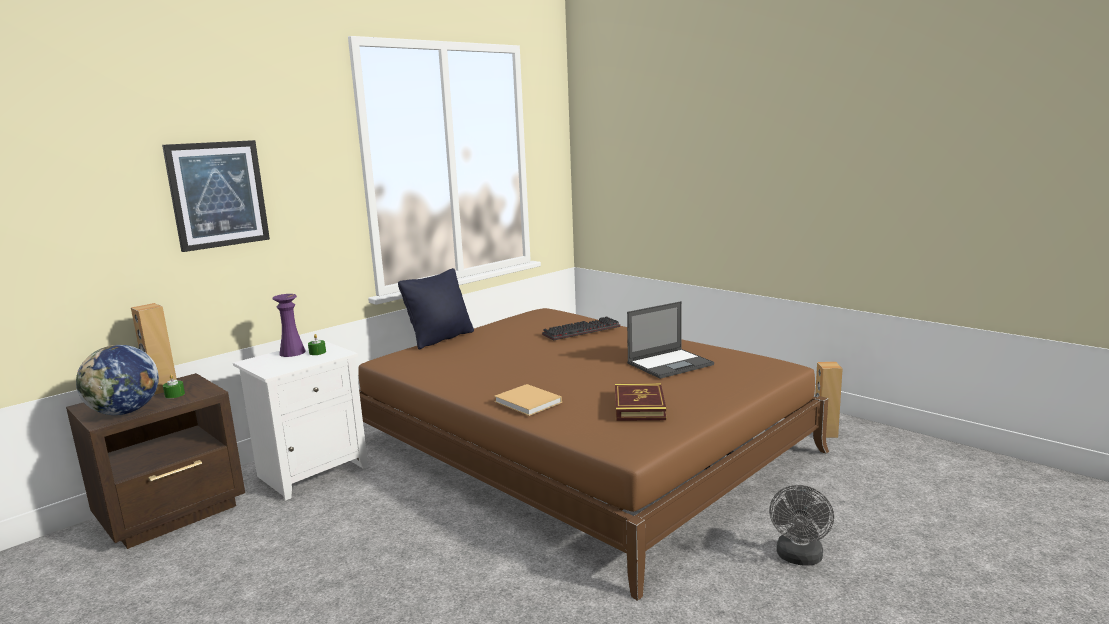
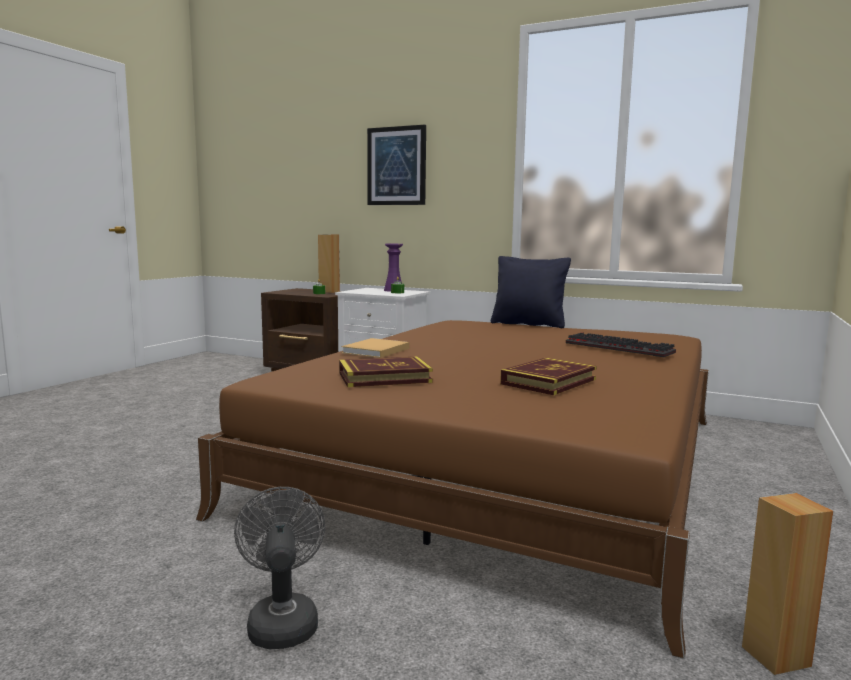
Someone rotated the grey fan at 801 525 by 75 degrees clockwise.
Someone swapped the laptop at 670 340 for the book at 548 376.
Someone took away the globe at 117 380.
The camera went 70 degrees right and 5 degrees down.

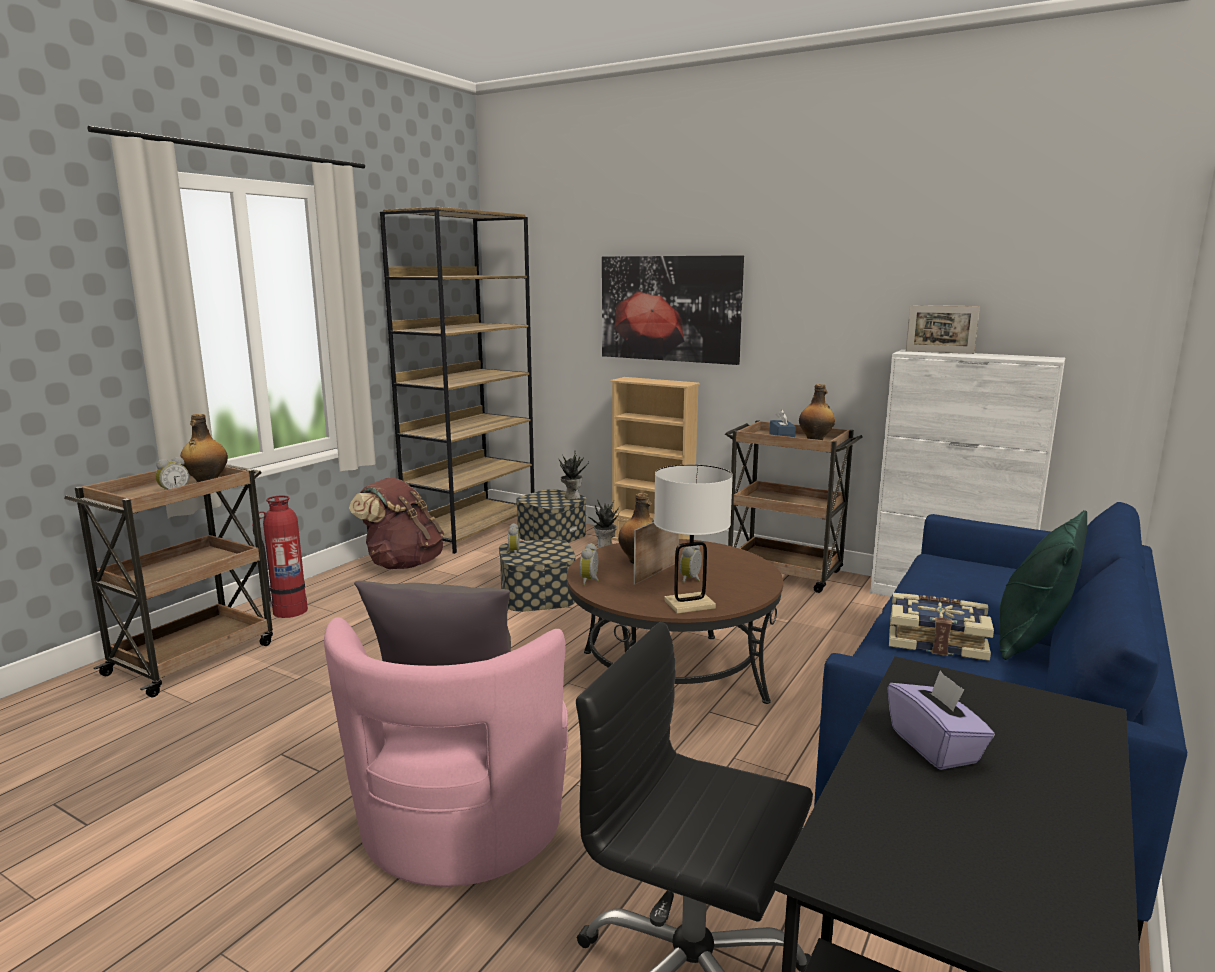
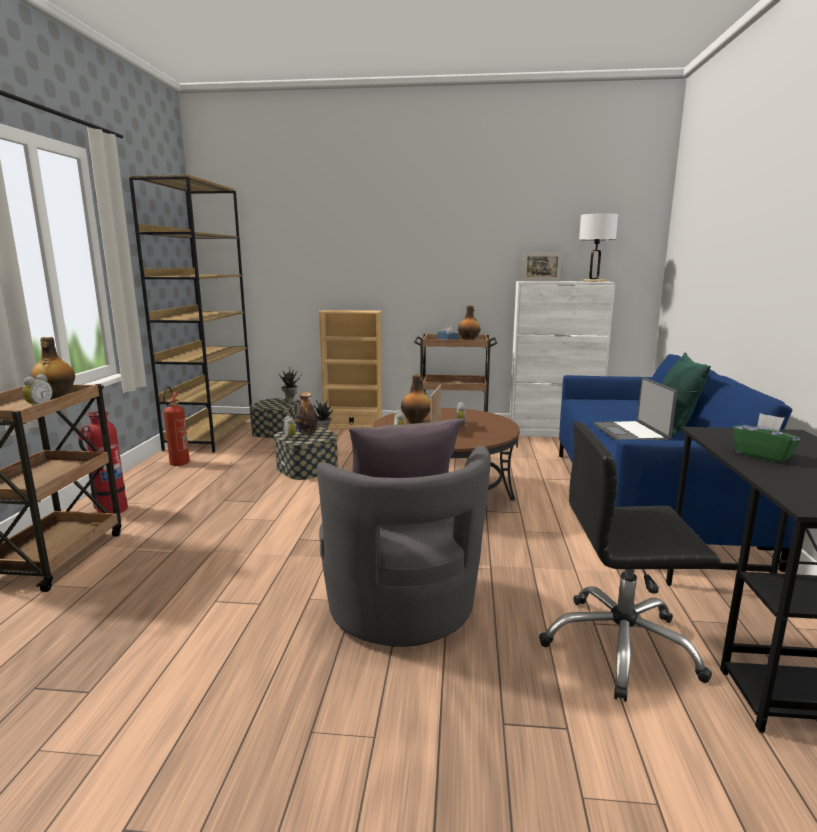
Someone swapped the brown backpack at 396 523 for the fire extinguisher at 176 426.
Someone put down the bottle at 306 413.
Someone repainted the pink armchair at 446 752, which became the grey armchair at 404 546.
Someone carried the white table lamp from 693 539 to 598 247.
Someone swapped the book at 941 627 for the laptop at 635 409.
Someone repainted the purple tissue box at 941 720, which became the green tissue box at 767 438.
Someone took away the picture at 673 310.
The camera went 25 degrees left and 0 degrees up.

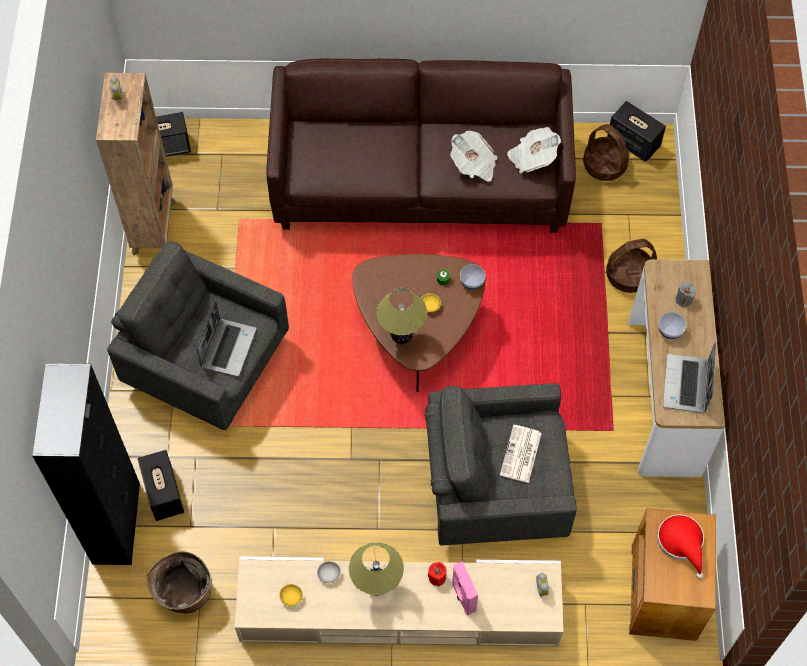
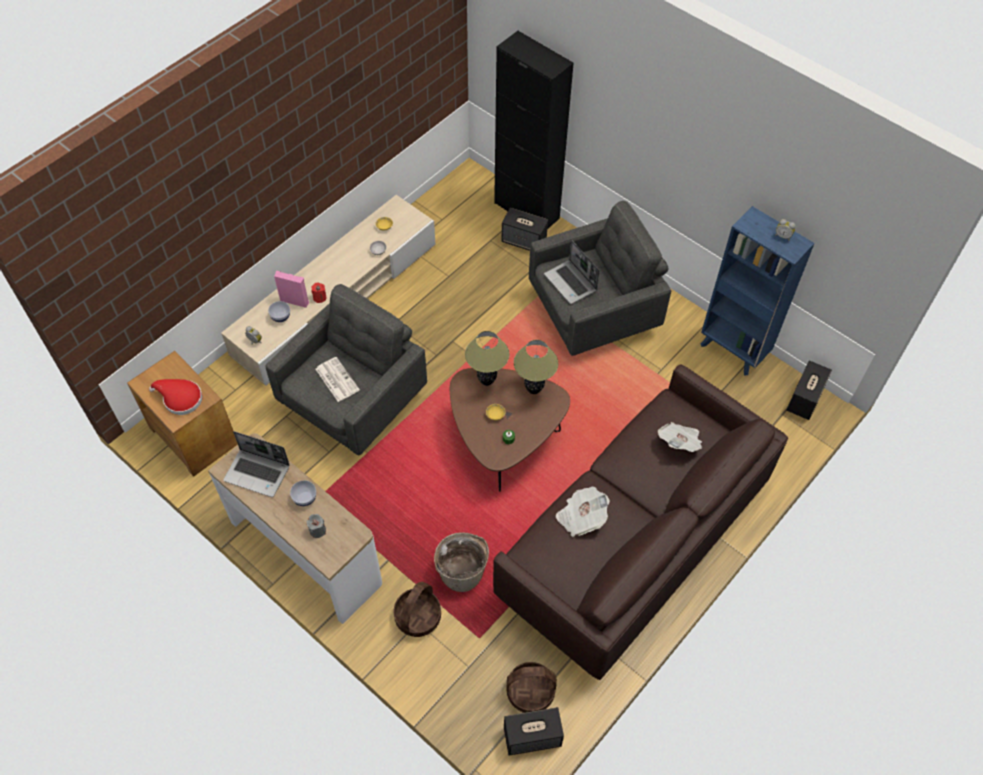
Someone rotated the laptop at 689 377 by 150 degrees clockwise.
Someone carried the bowl from 472 277 to 279 311.
Someone carried the basket from 179 582 to 461 562.
Someone carried the table lamp from 376 568 to 536 367.
Someone carried the newspaper from 534 150 to 680 437.
Someone repainted the brown bookcase at 136 164, which became the blue bookcase at 758 290.
The camera went 130 degrees right and 5 degrees down.

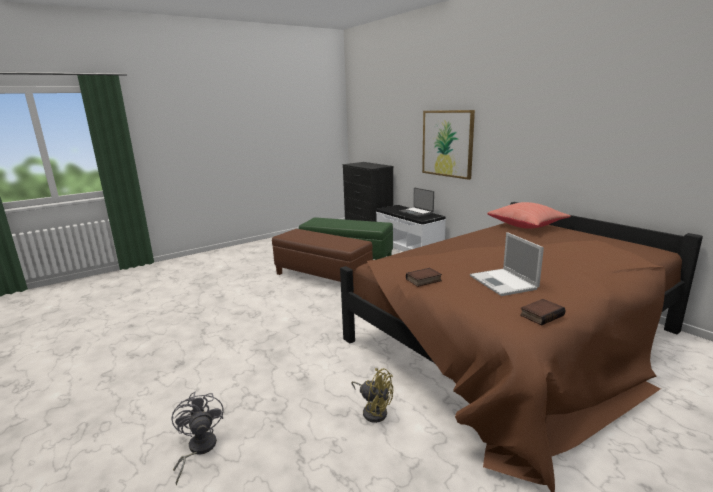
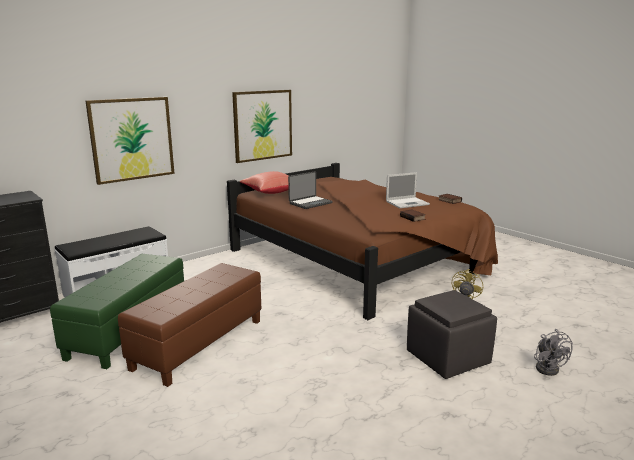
Someone put up the picture at 262 126.
Someone carried the laptop from 416 202 to 310 190.
Someone put down the grey ottoman at 452 334.
Someone rotated the grey fan at 197 438 by 75 degrees counterclockwise.
The camera went 95 degrees left and 0 degrees up.

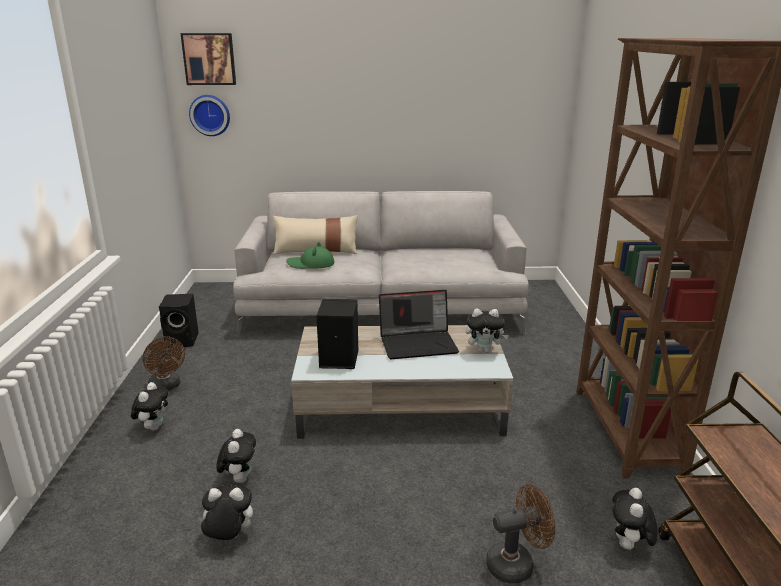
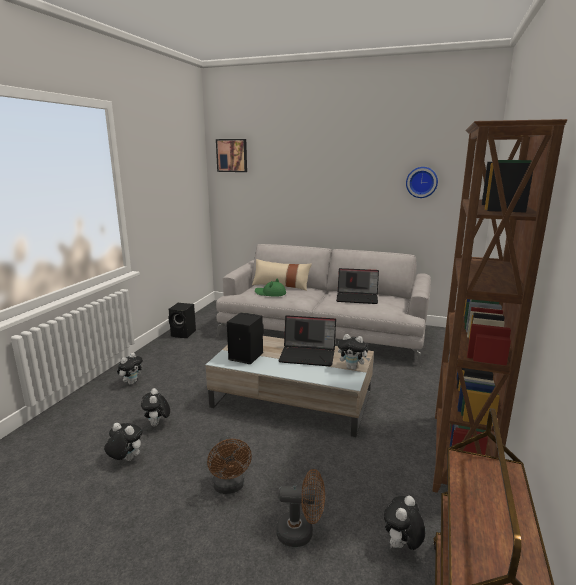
Someone rotated the plush toy at 236 456 by 150 degrees clockwise.
Someone carried the brown fan from 164 364 to 229 465.
Someone put down the laptop at 357 286.
Someone carried the wall clock from 209 115 to 422 182.
The camera went 20 degrees right and 5 degrees down.

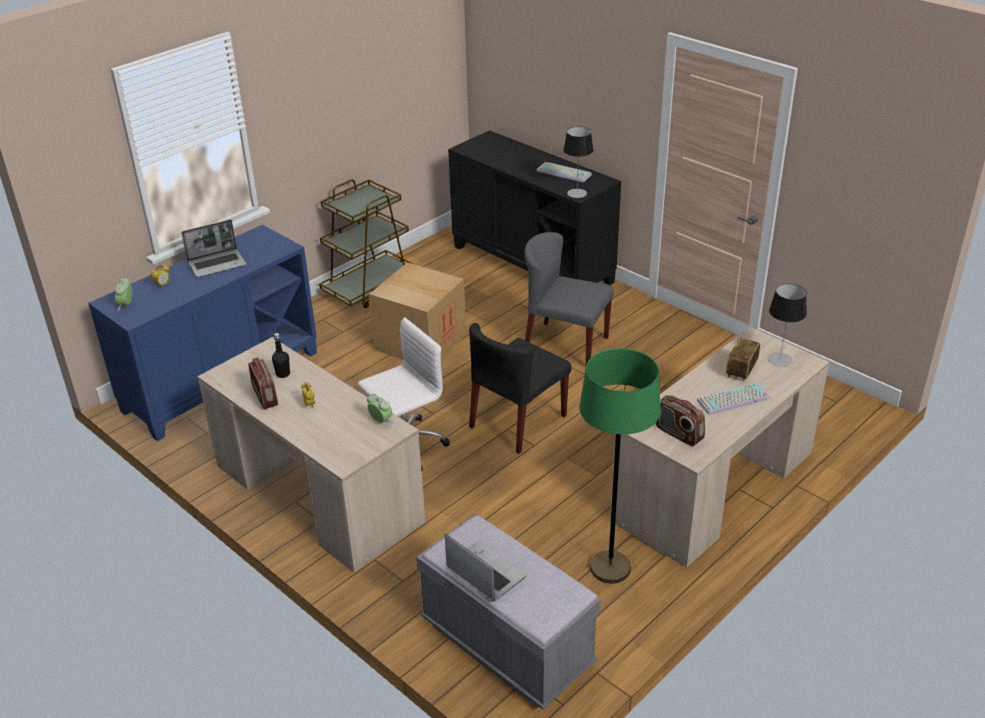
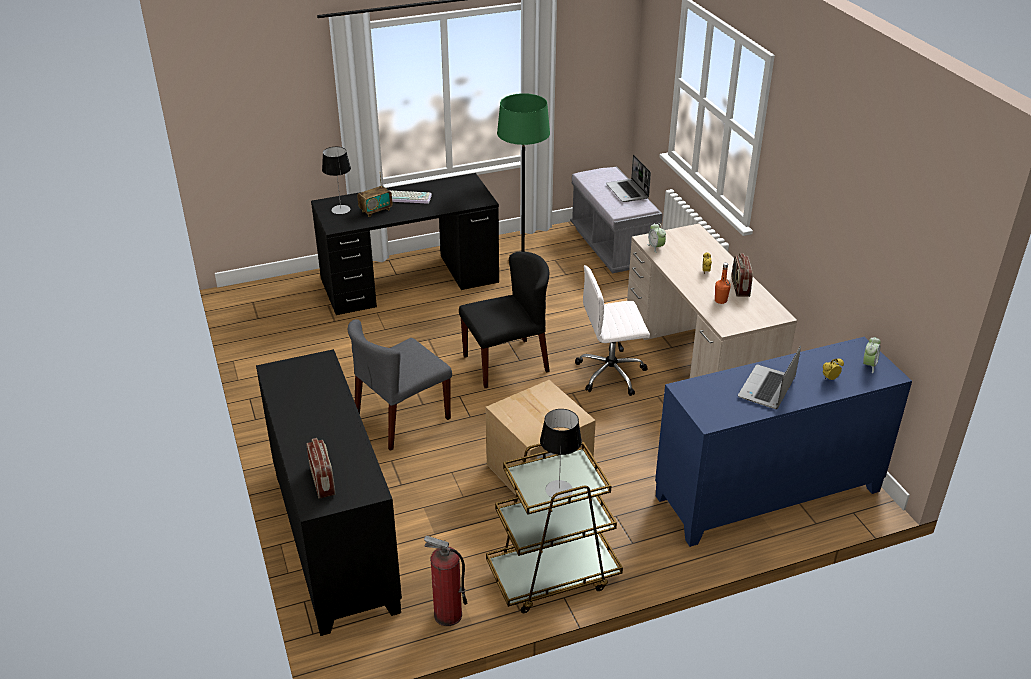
Someone carried the radio from 680 420 to 321 468.
Someone repainted the beige desk at 719 447, which became the black desk at 405 244.
Someone rotated the grey chair at 569 298 by 90 degrees clockwise.
Someone put down the fire extinguisher at 445 580.
Someone carried the table lamp from 578 162 to 561 454.
Someone repainted the black bottle at 281 355, which became the orange bottle at 723 283.
Someone rotated the laptop at 214 248 by 60 degrees counterclockwise.
Someone took away the keyboard at 564 172.
The camera went 155 degrees left and 0 degrees up.

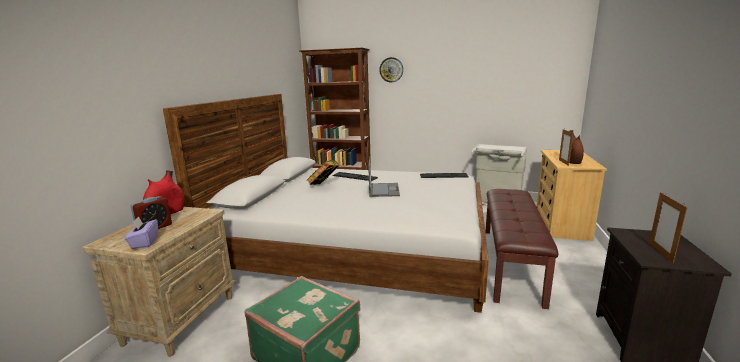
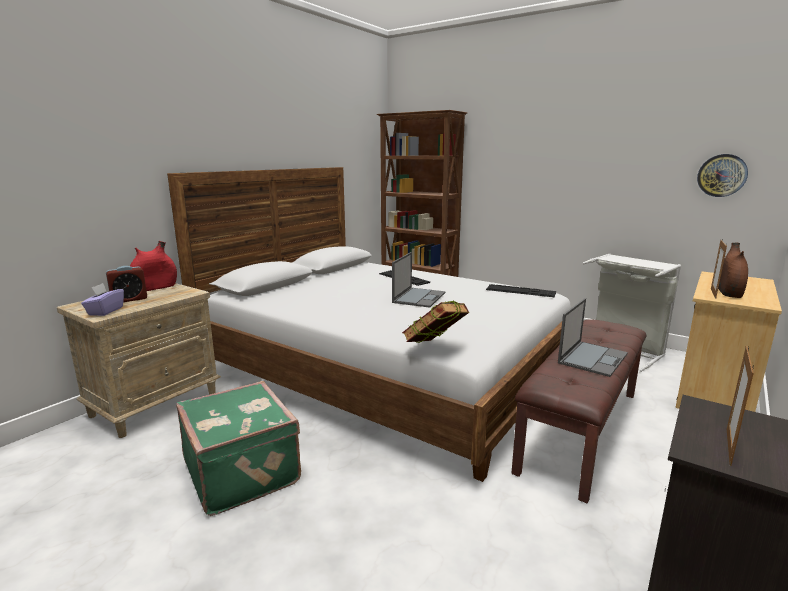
Someone carried the book from 323 172 to 435 321.
Someone put down the laptop at 593 337.
Someone carried the wall clock from 391 69 to 722 175.
The camera went 20 degrees right and 0 degrees up.

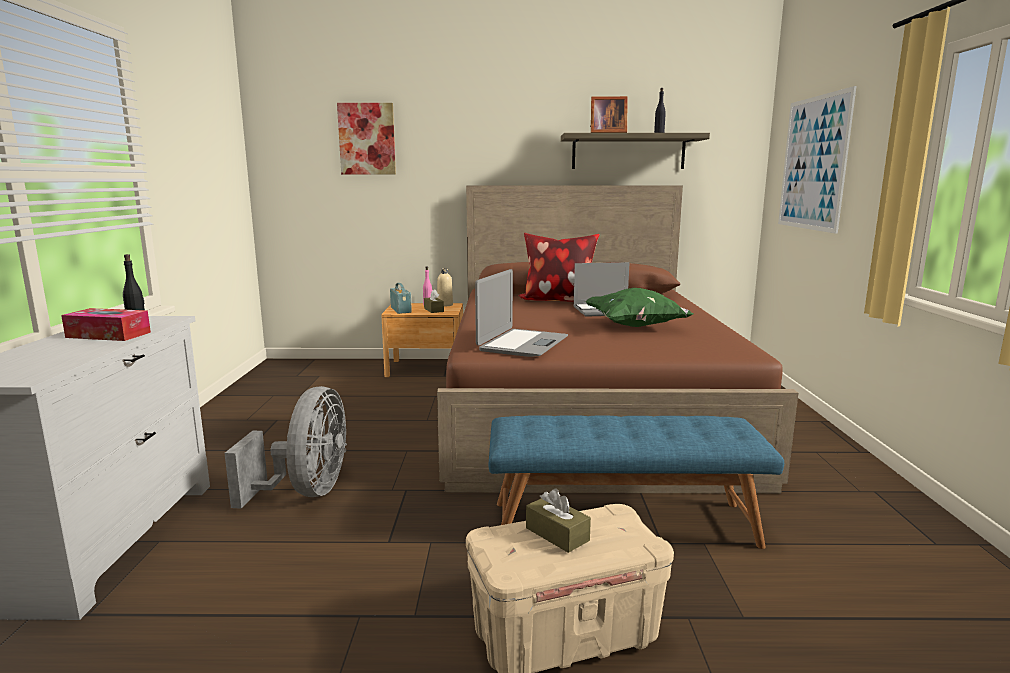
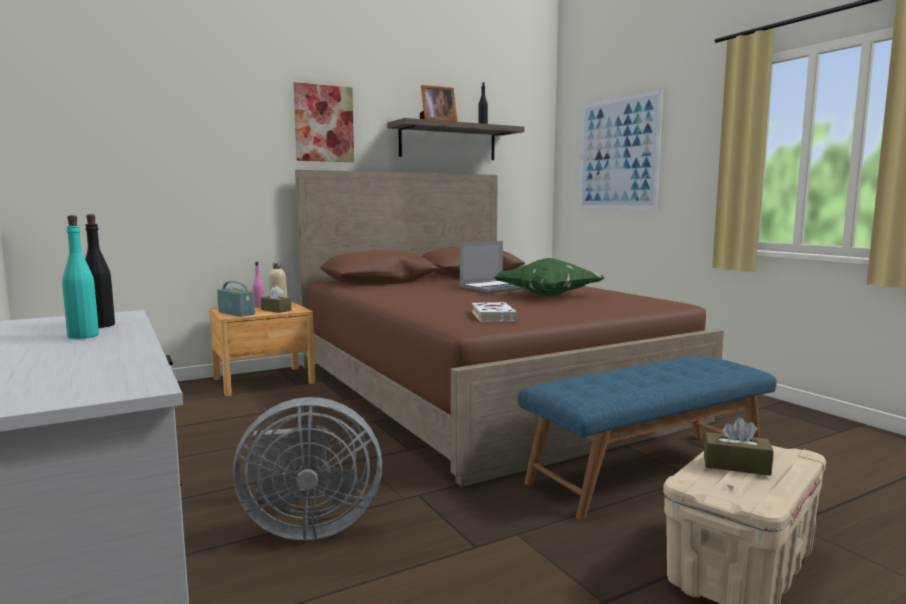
Someone swapped the tissue box at 106 324 for the turquoise bottle at 80 277.
Someone rotated the grey fan at 286 447 by 105 degrees clockwise.
Someone carried the picture from 366 138 to 323 122.
Someone swapped the laptop at 521 313 for the white book at 495 312.
Someone took away the pillow at 559 267.
The camera went 30 degrees left and 5 degrees down.

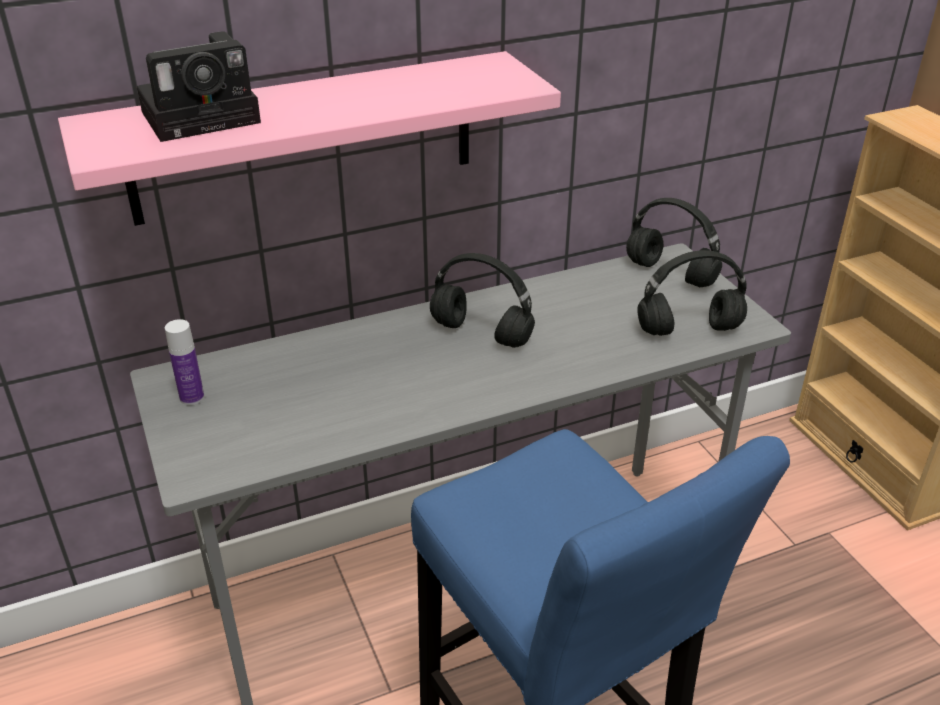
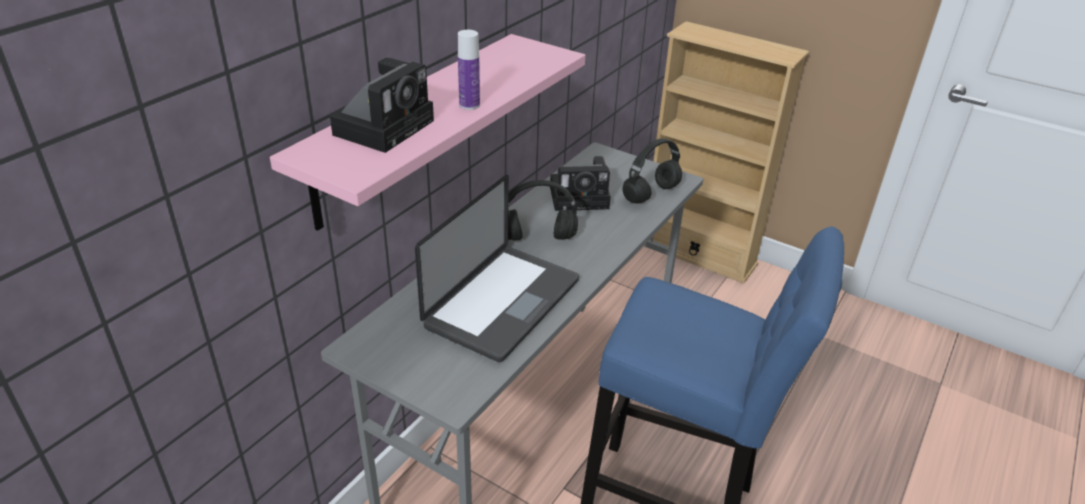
Someone put down the laptop at 497 268.
Someone carried the bottle from 184 362 to 469 70.
Someone put down the photo camera at 580 183.
Someone took away the black headphones at 674 242.
The camera went 35 degrees left and 0 degrees up.

